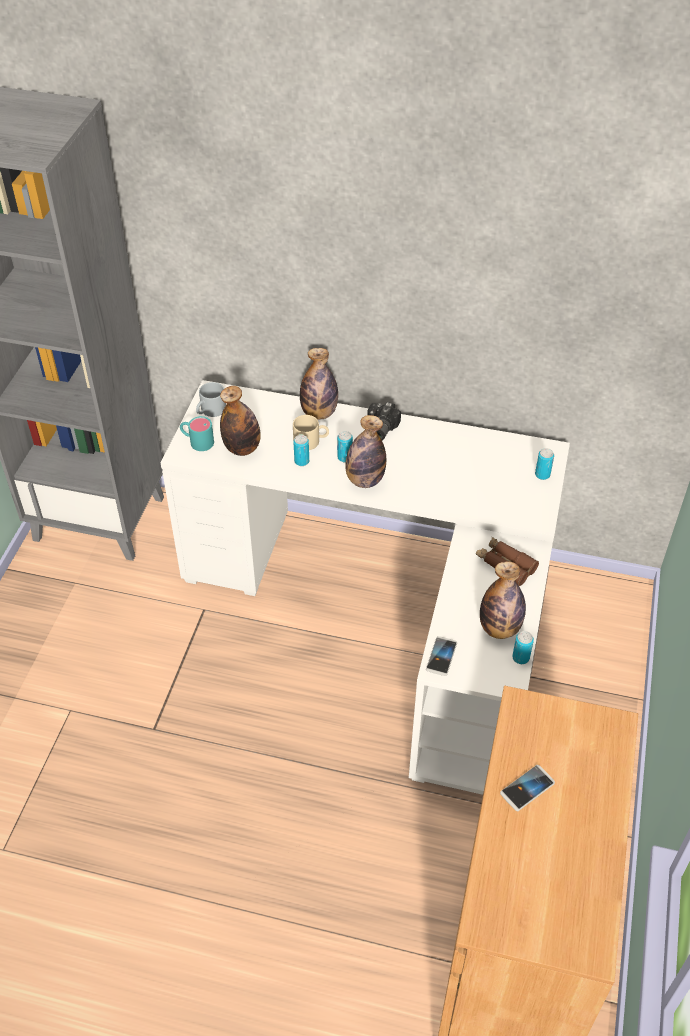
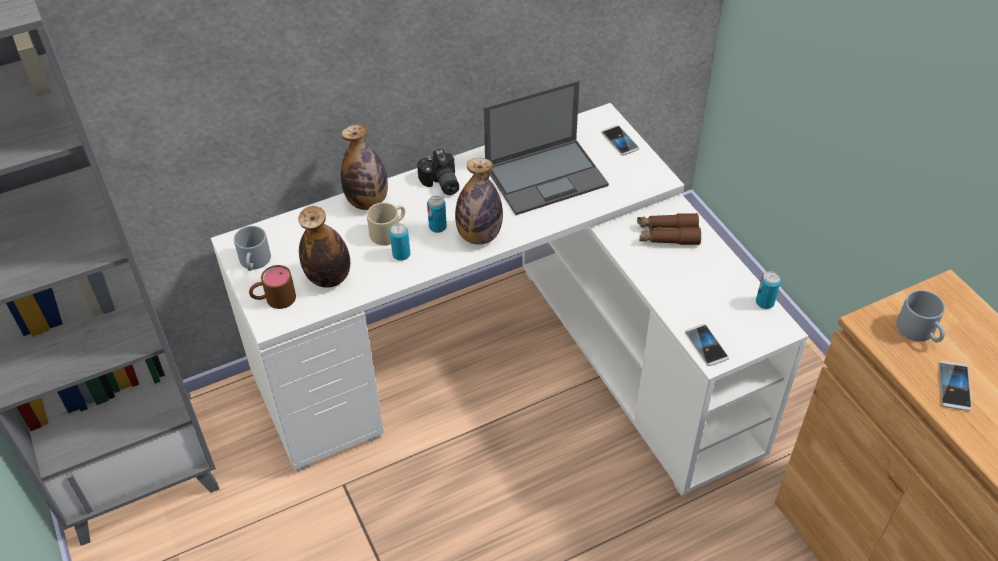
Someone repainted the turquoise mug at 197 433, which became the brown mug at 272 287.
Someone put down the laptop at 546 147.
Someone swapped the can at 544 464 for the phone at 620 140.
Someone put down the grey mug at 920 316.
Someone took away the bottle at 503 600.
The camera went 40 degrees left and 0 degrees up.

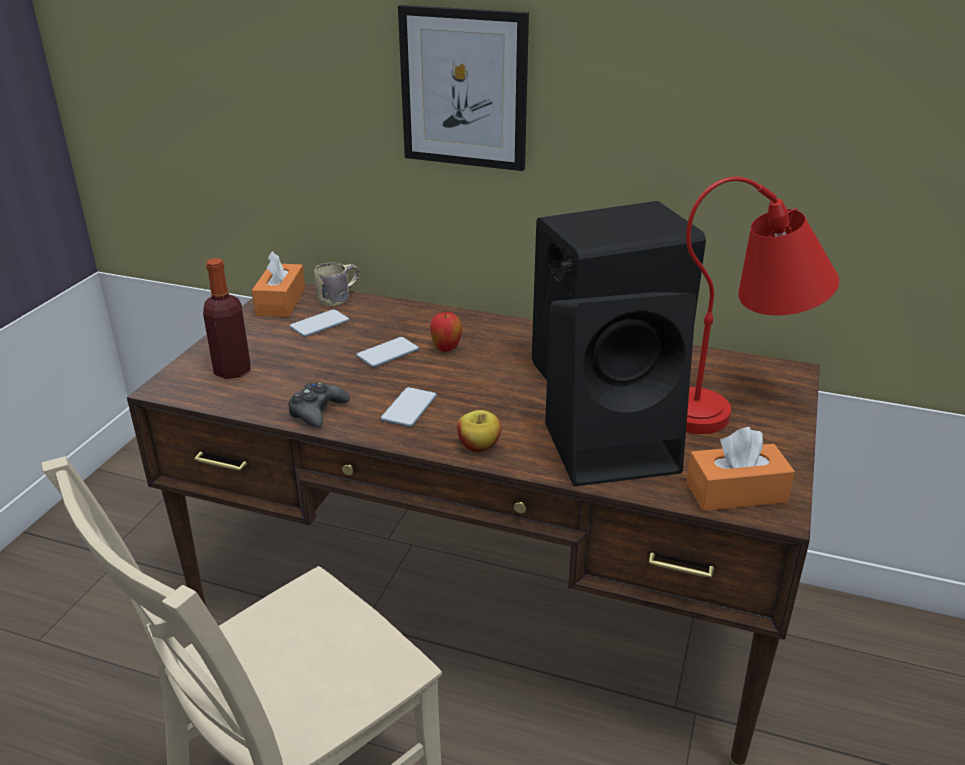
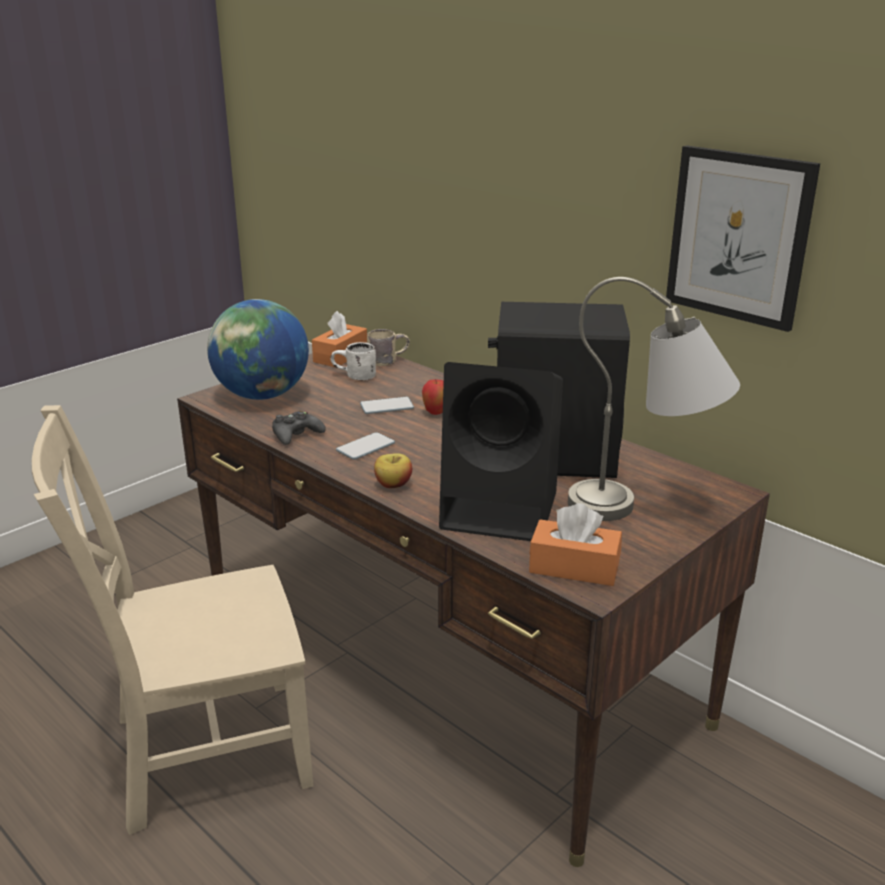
Someone swapped the bottle at 227 318 for the globe at 258 349.
Someone swapped the phone at 319 323 for the white mug at 353 361.
Someone repainted the red table lamp at 762 305, which became the grey table lamp at 654 399.
Someone carried the picture from 463 88 to 743 239.
The camera went 25 degrees right and 5 degrees down.

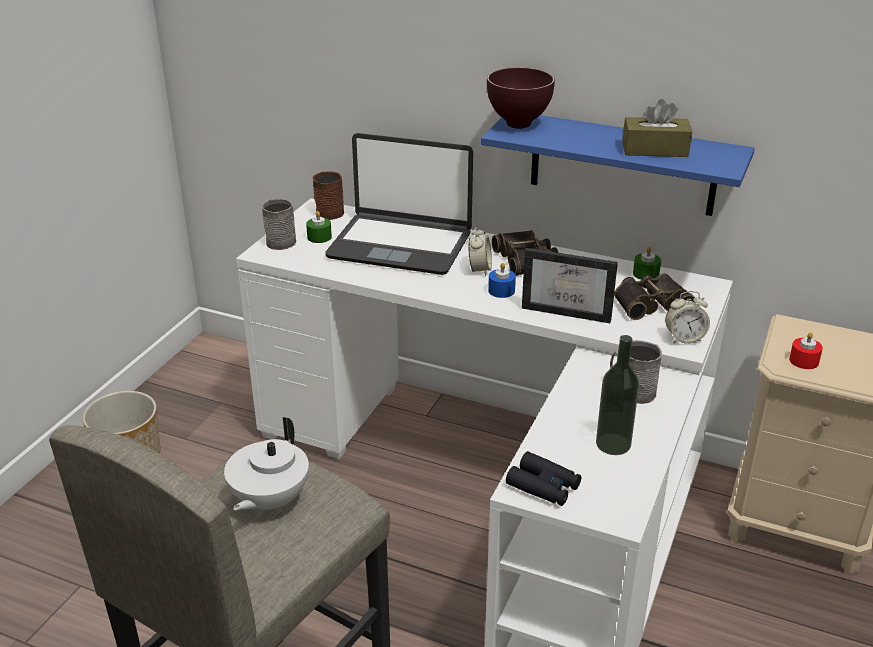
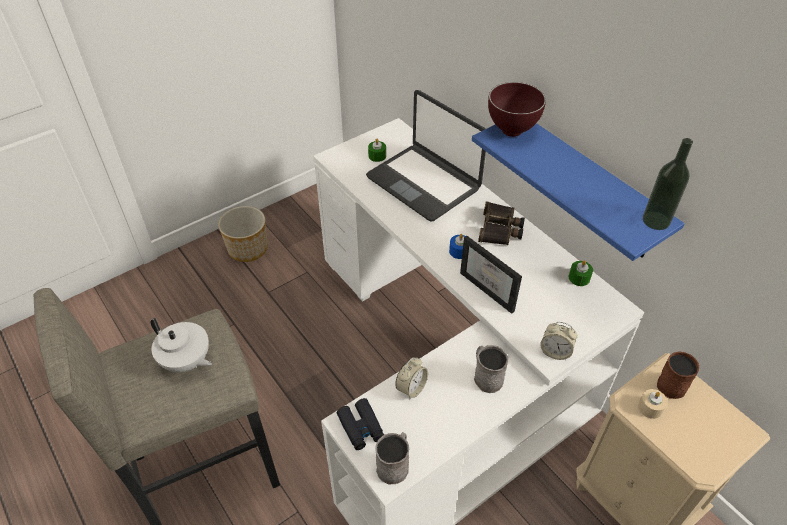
Someone rotated the white teapot at 266 465 by 105 degrees counterclockwise.
Someone carried the grey mug from 279 224 to 392 458.
Someone carried the alarm clock from 480 251 to 411 378.
Someone repainted the red candle at 806 350, which became the beige candle at 653 404.
Someone carried the bottle from 617 395 to 668 184.
Someone carried the brown mug from 328 195 to 678 375.
Someone took away the binoculars at 654 296.
Someone took away the brown tissue box at 657 128.
The camera went 30 degrees right and 15 degrees up.

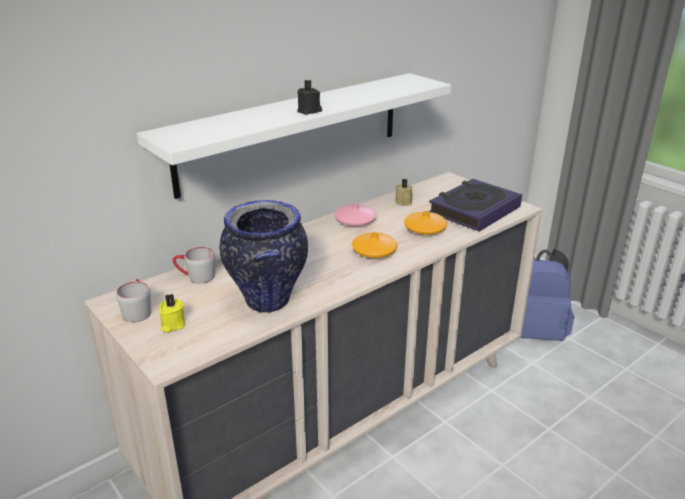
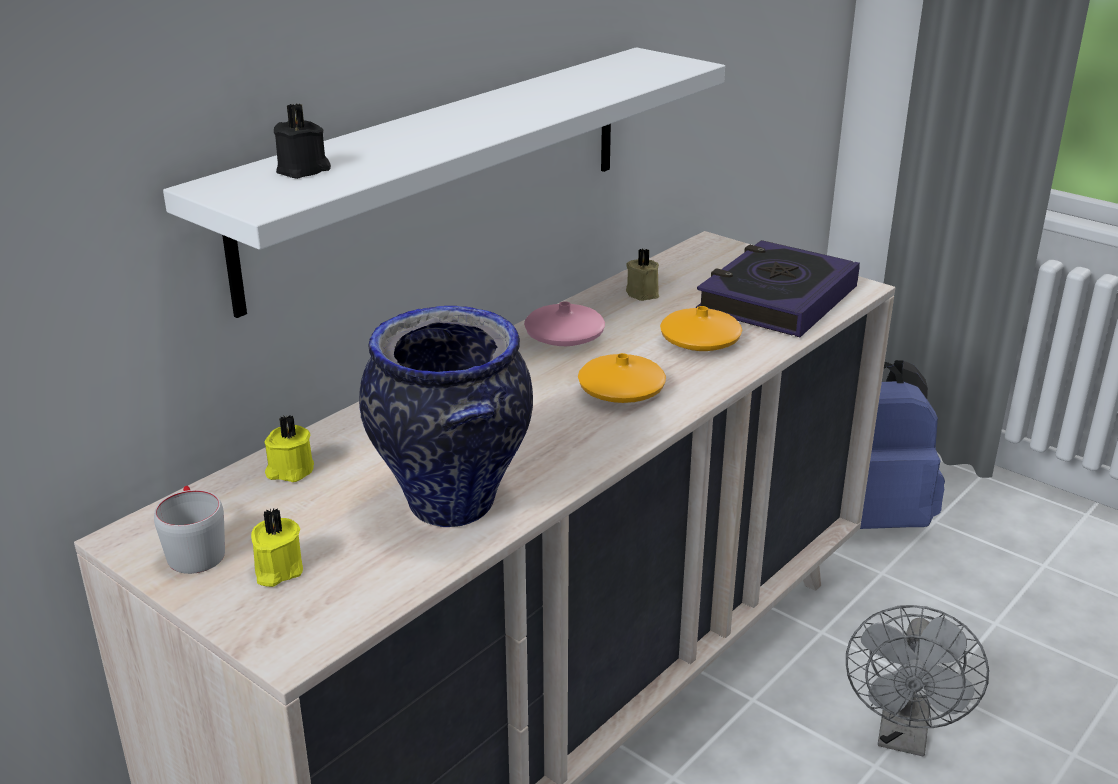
Someone swapped the grey mug at 194 265 for the yellow candle at 289 448.
Someone carried the black candle from 309 97 to 302 141.
Someone put down the grey fan at 917 680.
The camera went 10 degrees left and 0 degrees up.

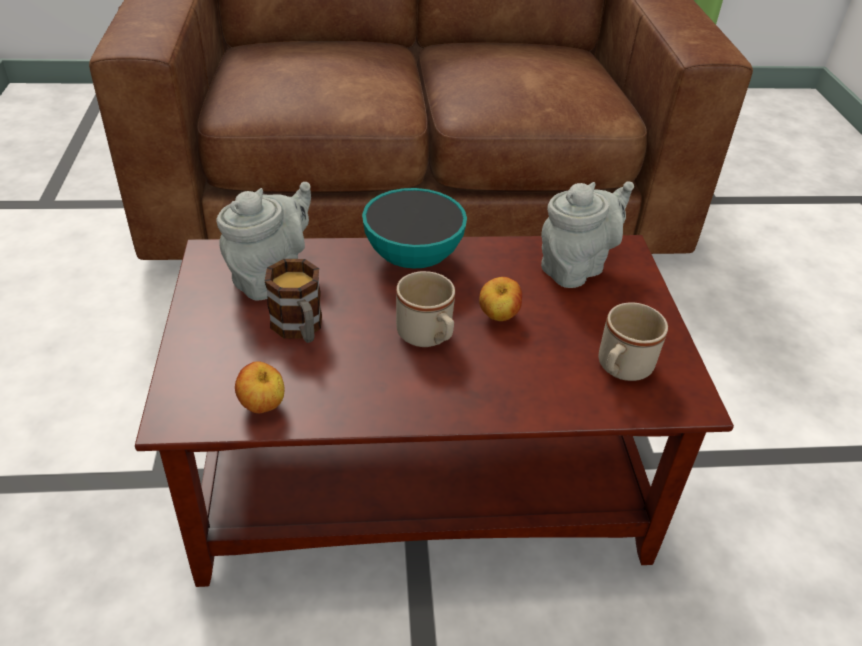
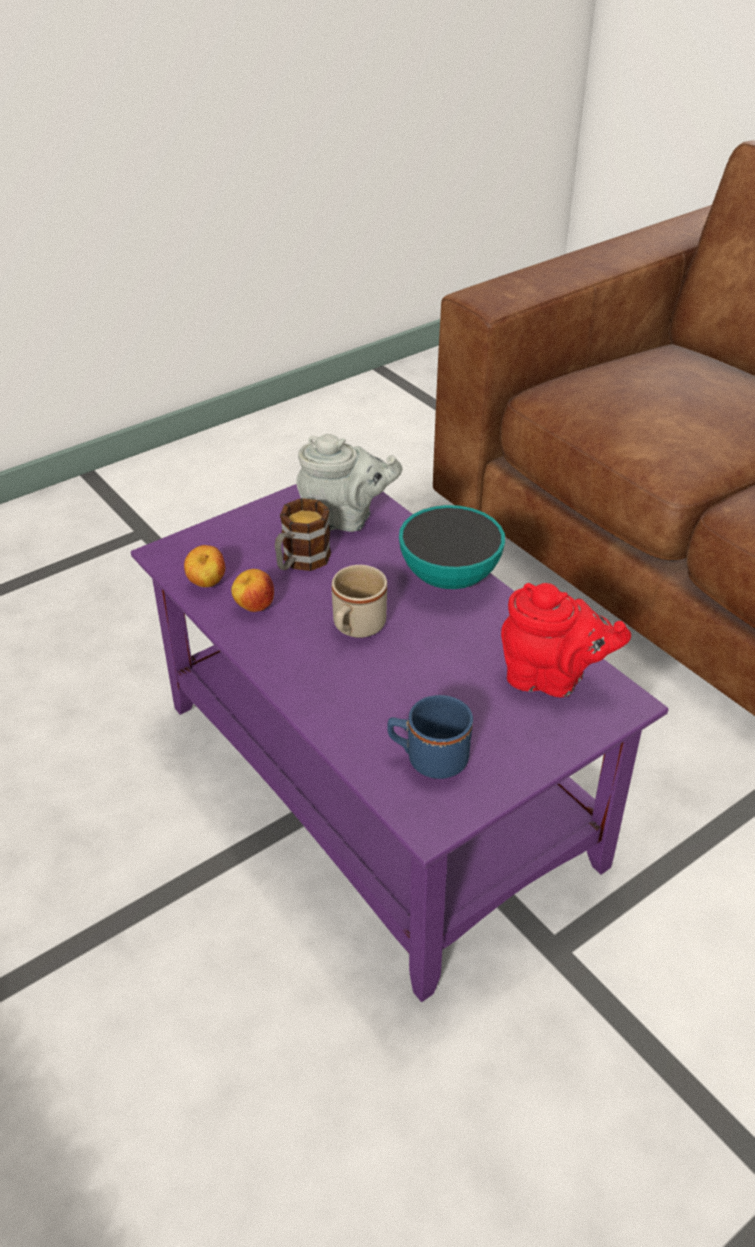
Someone repainted the brown coffee table at 434 411, which became the purple coffee table at 399 743.
Someone carried the apple from 500 299 to 252 590.
Someone repainted the beige mug at 633 341, which became the blue mug at 430 737.
Someone repainted the grey teapot at 587 234, which became the red teapot at 566 640.
The camera went 60 degrees right and 0 degrees up.

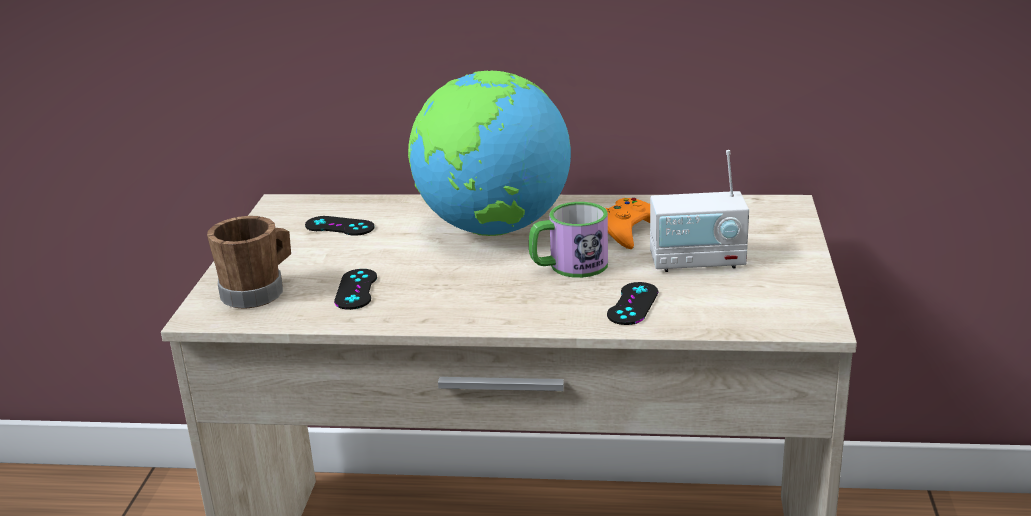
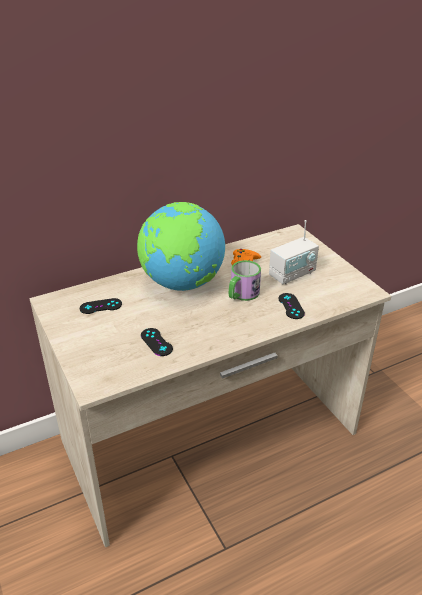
Someone took away the brown mug at 249 262.
The camera went 35 degrees left and 10 degrees up.

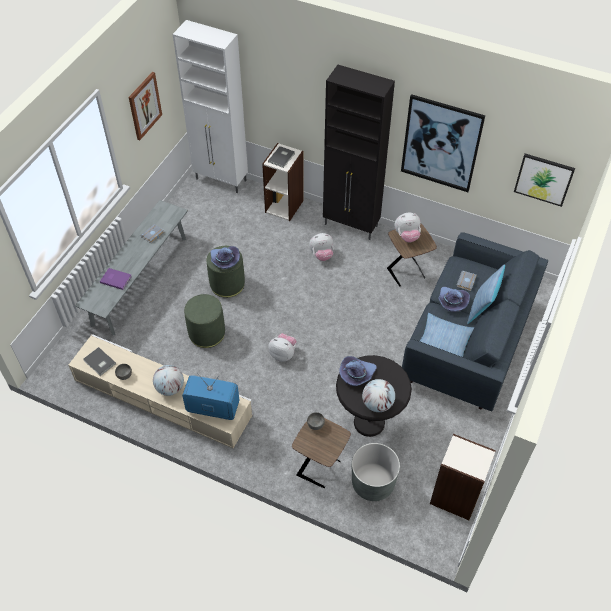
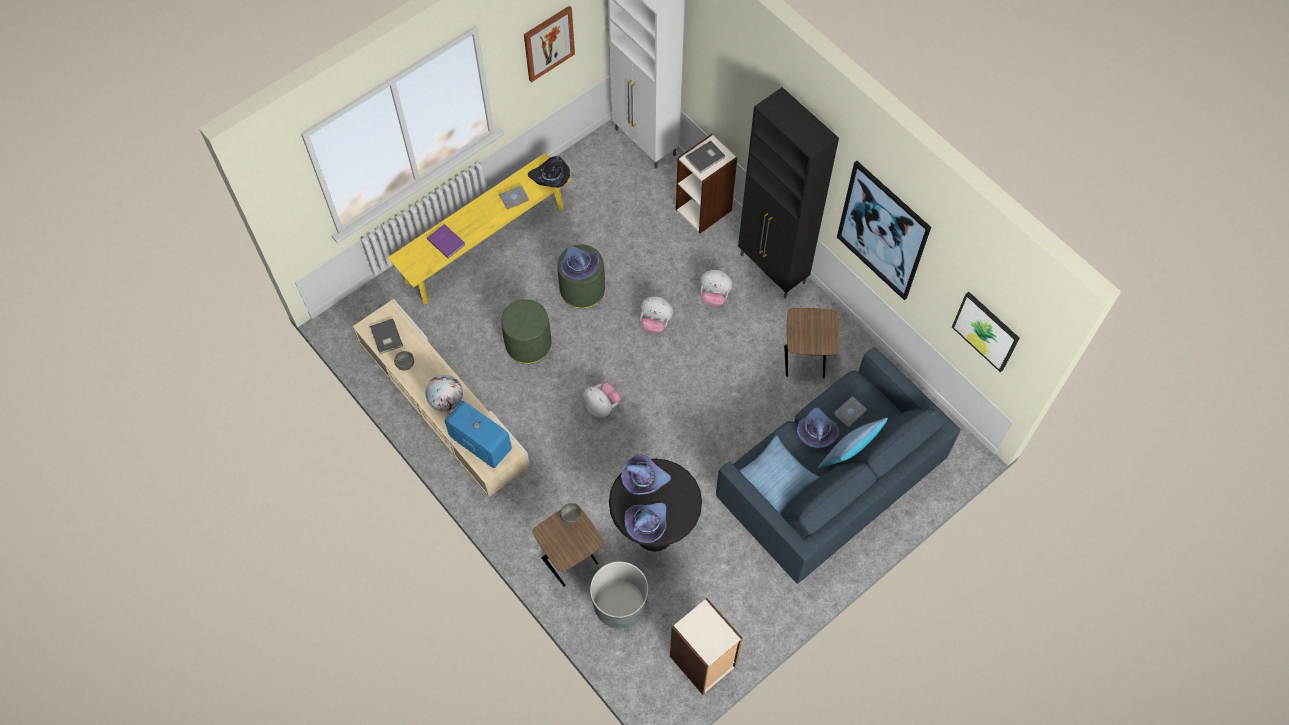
Someone repainted the grey bench at 131 268, which became the yellow bench at 479 228.
Someone put down the black hat at 549 172.
Someone swapped the globe at 378 395 for the purple hat at 645 523.
Someone carried the plush toy from 407 228 to 656 315.
The camera went 25 degrees right and 10 degrees up.

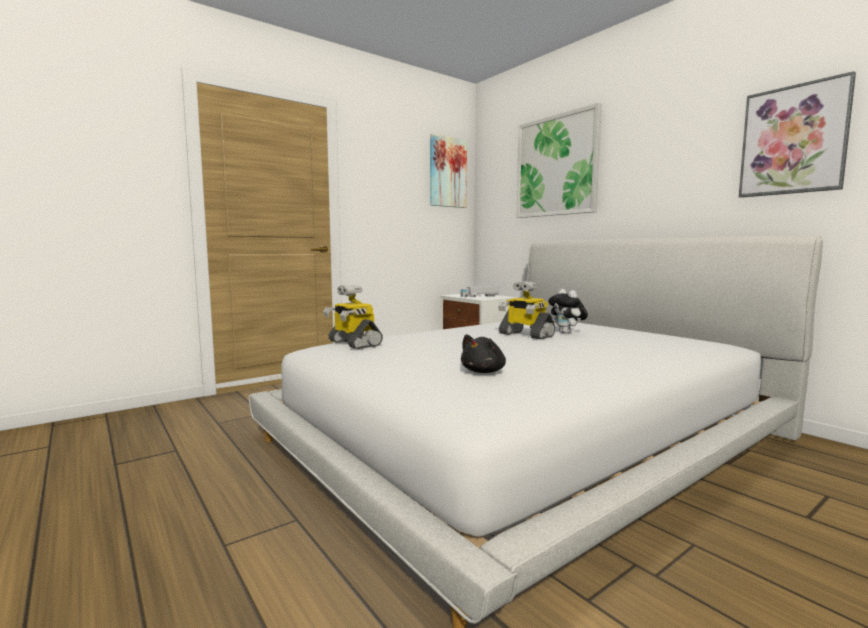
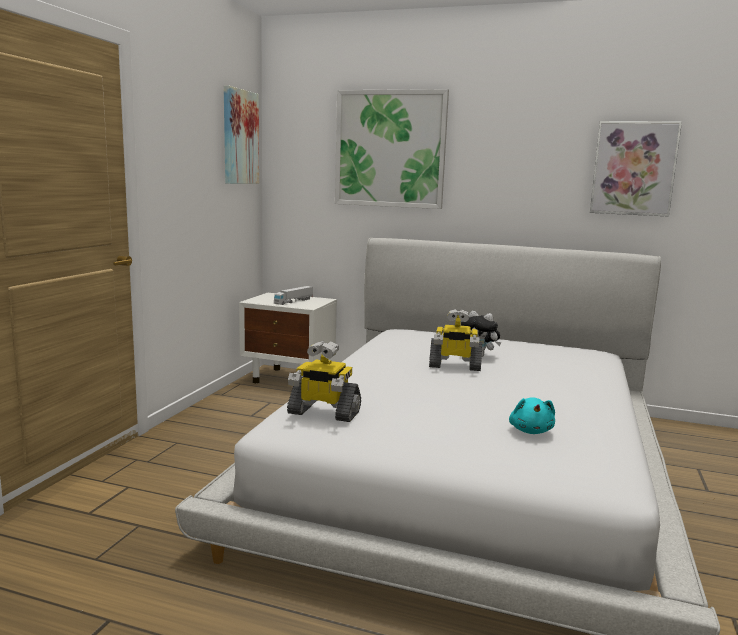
Someone repainted the black plush toy at 483 353, which became the turquoise plush toy at 532 416.
The camera went 35 degrees left and 5 degrees up.

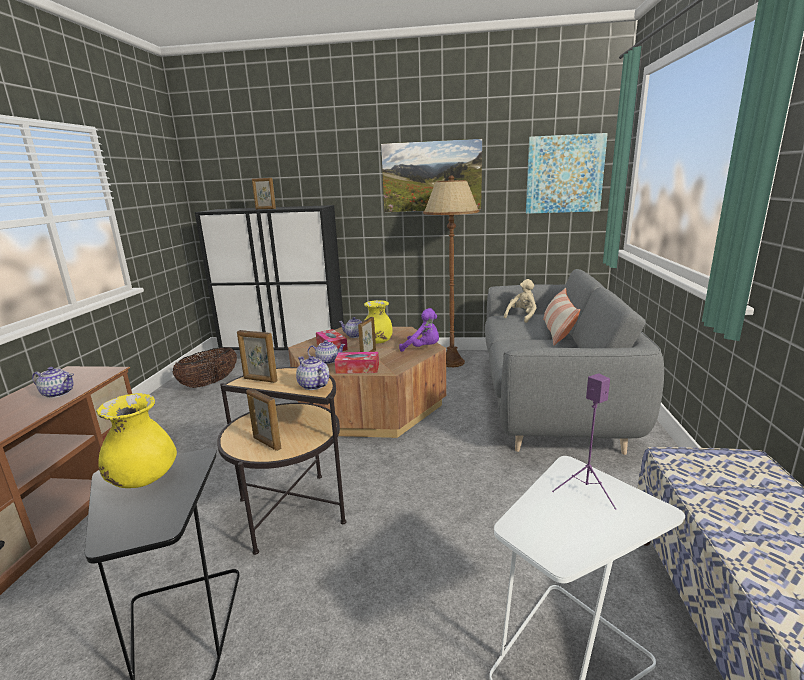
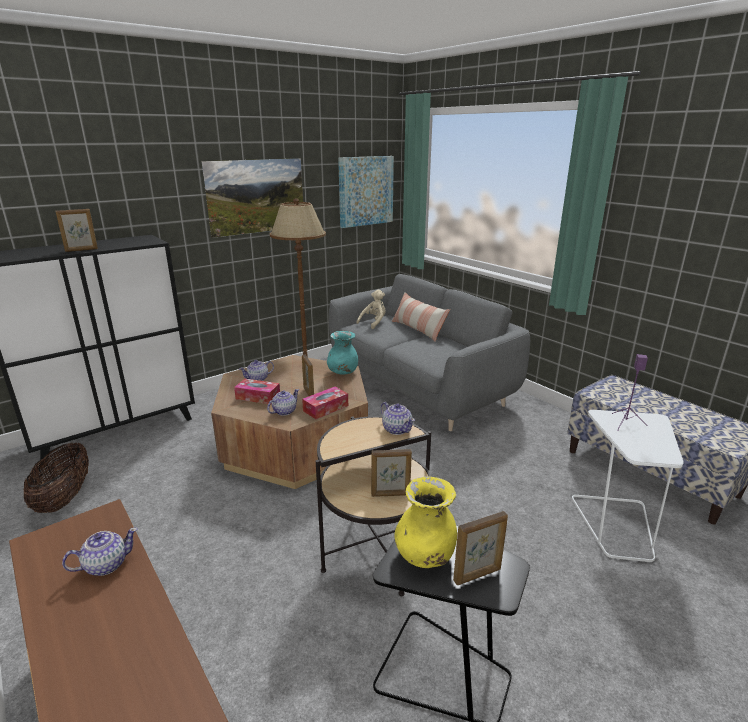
Someone swapped the purple plush toy at 419 330 for the turquoise vase at 342 352.
Someone rotated the beige plush toy at 520 301 by 45 degrees clockwise.
Someone rotated the teapot at 312 373 by 135 degrees counterclockwise.
Someone carried the picture frame from 257 356 to 480 548.
Someone took away the yellow vase at 378 321.
The camera went 45 degrees left and 5 degrees up.

